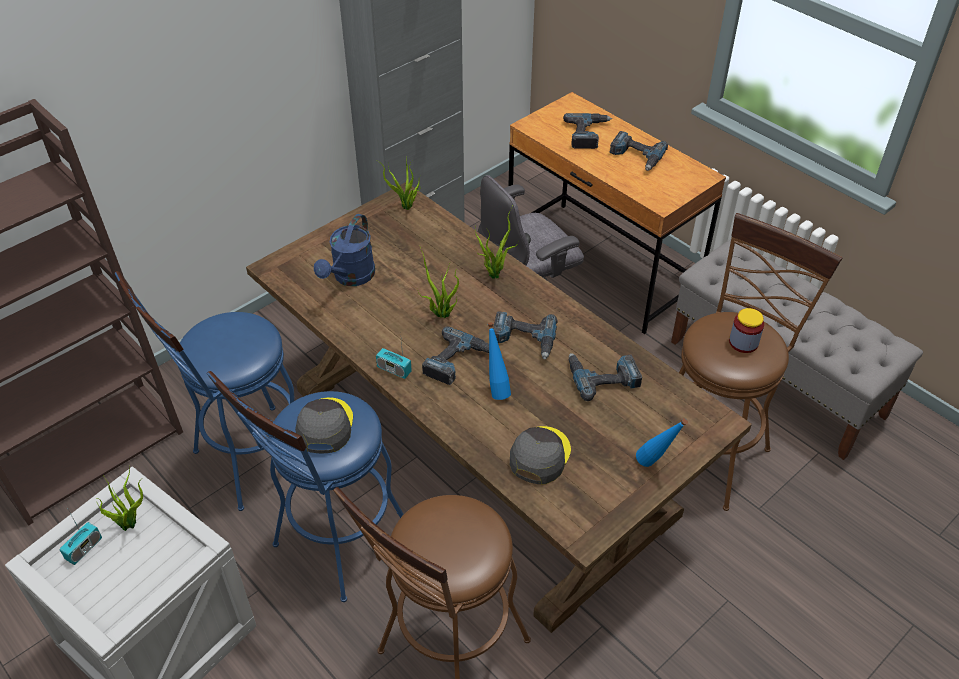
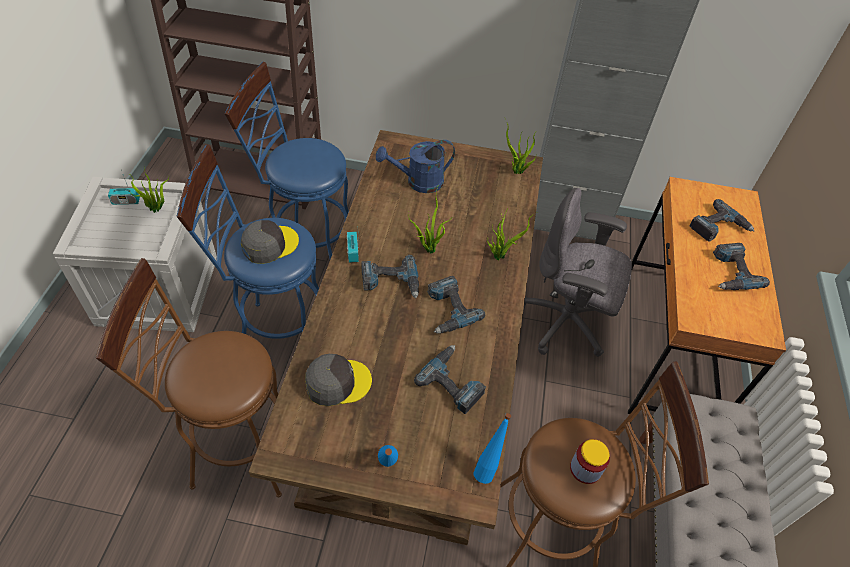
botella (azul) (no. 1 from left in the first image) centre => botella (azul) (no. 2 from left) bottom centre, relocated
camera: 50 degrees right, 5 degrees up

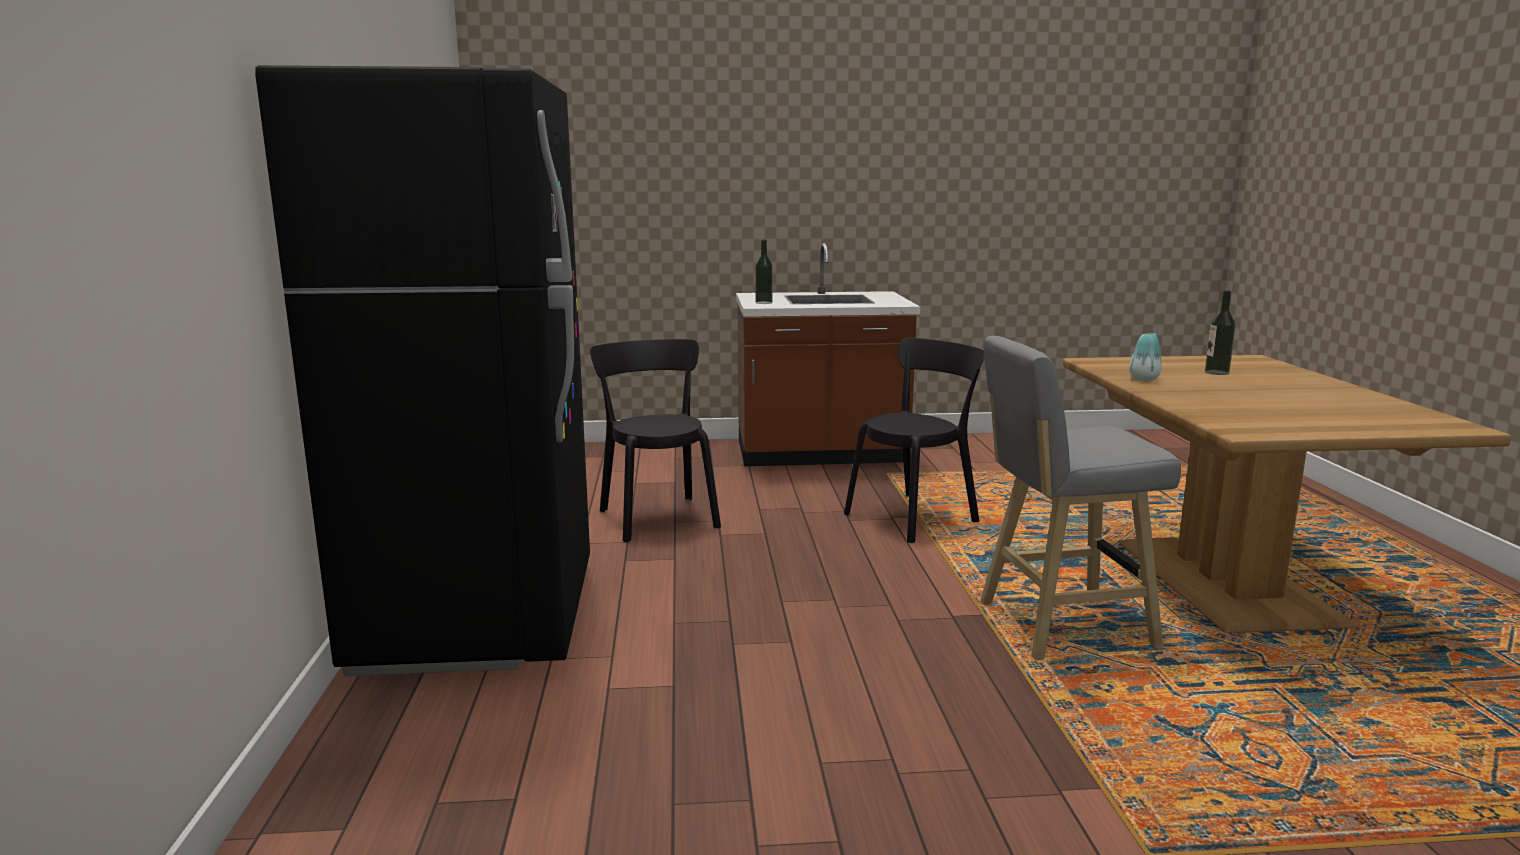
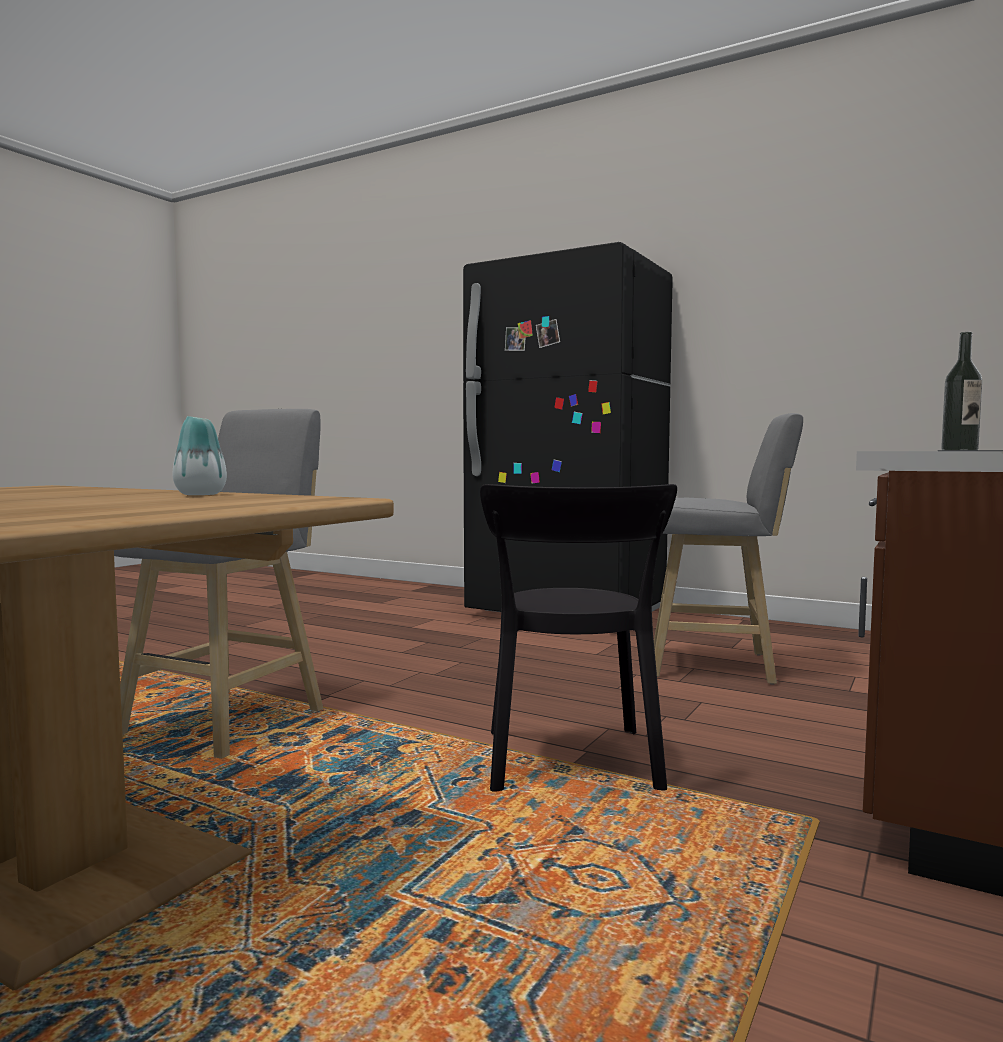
botella (no. 2 from left) middle right => nothing
silla (negro) (no. 1 from left) centre => taburete (gris) (no. 2 from left) middle right
camera: 125 degrees right, 10 degrees down

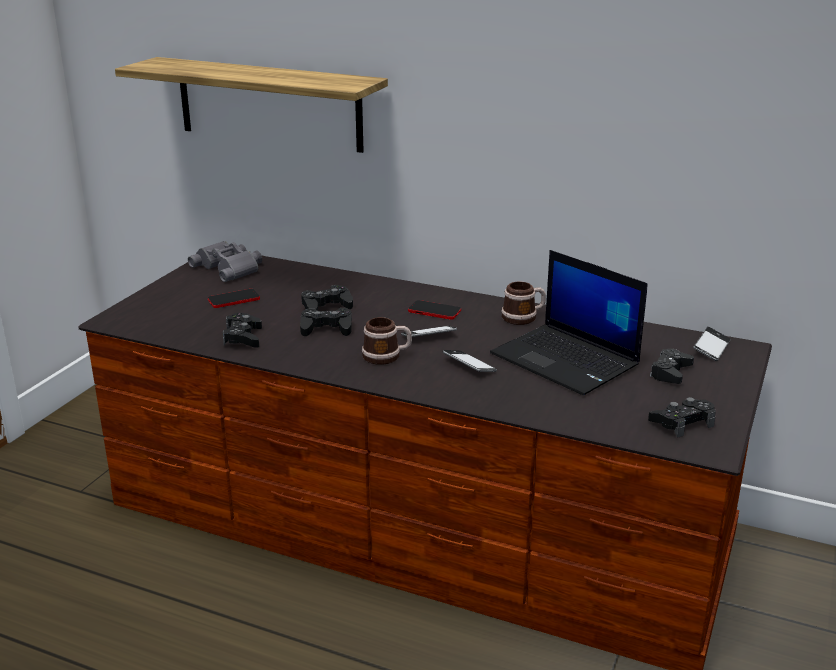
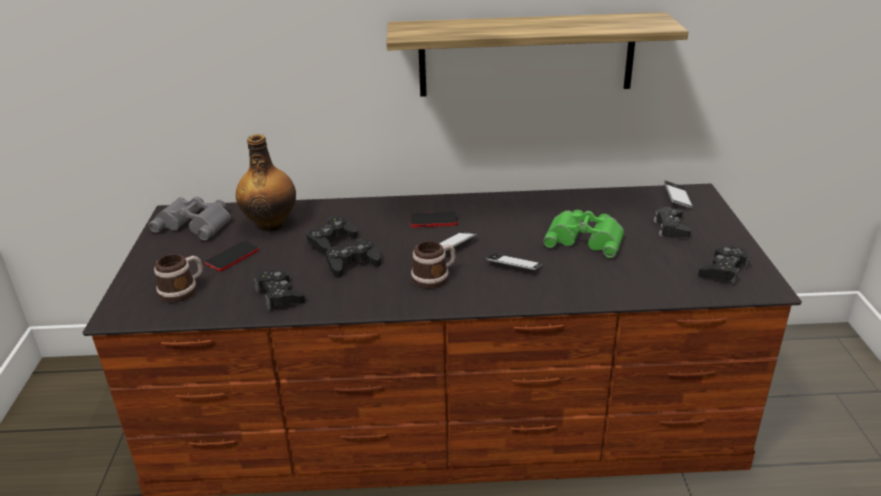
nothing => botella middle left
estante top left => estante top centre, relocated
taza grande (no. 2 from left in the first image) centre => taza grande (no. 1 from left) middle left, relocated
portátil middle right => prismáticos (verde) centre
camera: 25 degrees left, 5 degrees up

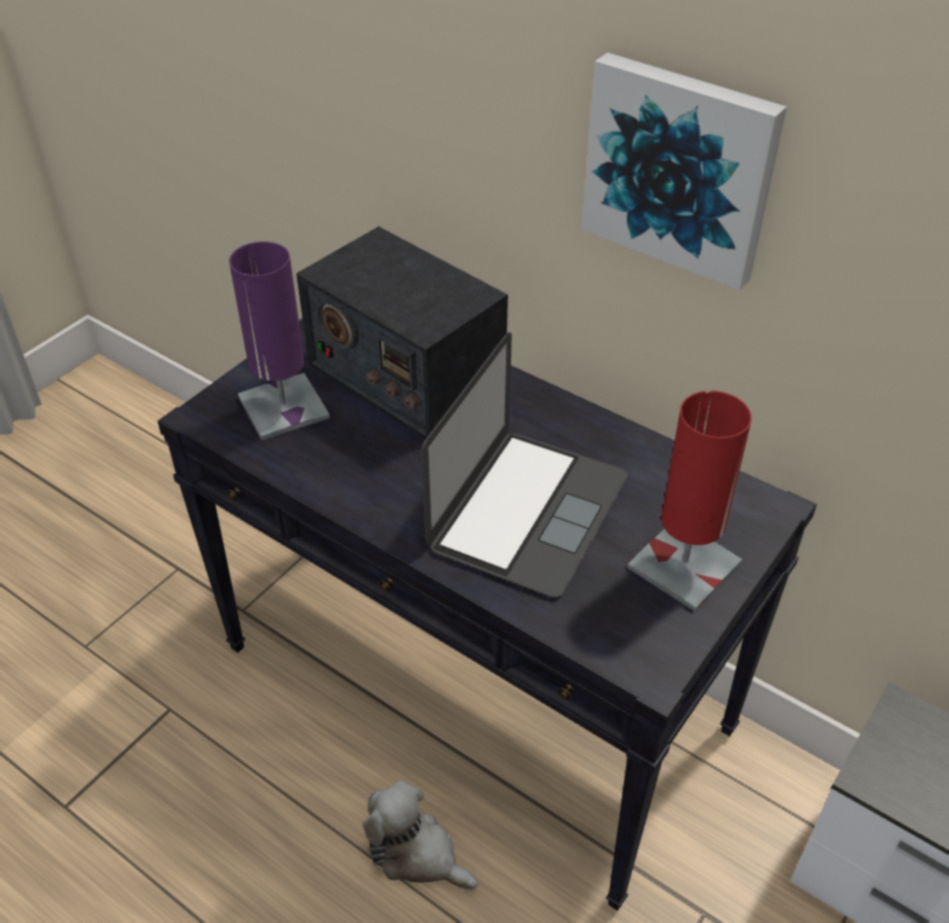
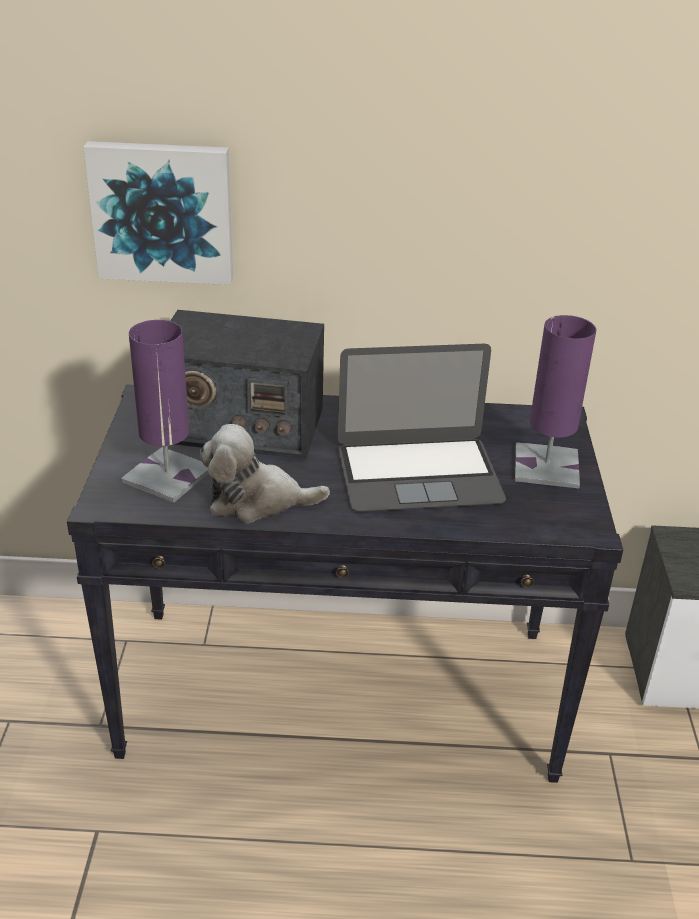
peluche bottom centre => peluche centre, relocated
cuadro top right => cuadro top left, relocated
lámpara de mesa (rojo) middle right => lámpara de mesa (morado) (no. 2 from left) middle right
portátil centre, 90 degrees clockwise
camera: 35 degrees left, 10 degrees down

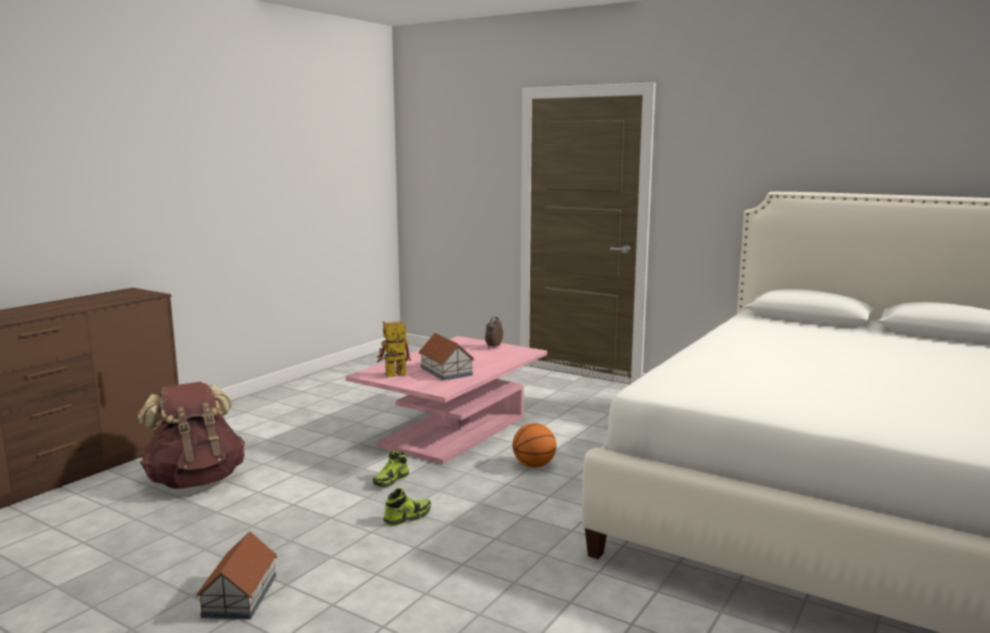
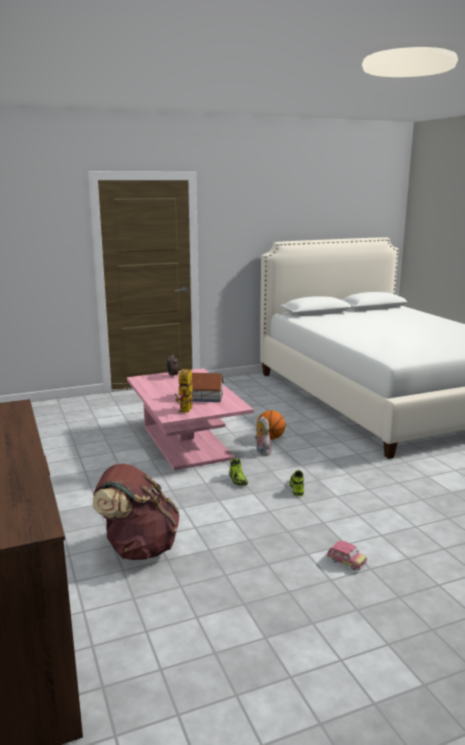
nothing => peluche centre
casita (no. 1 from left) bottom left => coche de juguete bottom right
camera: 55 degrees left, 5 degrees up

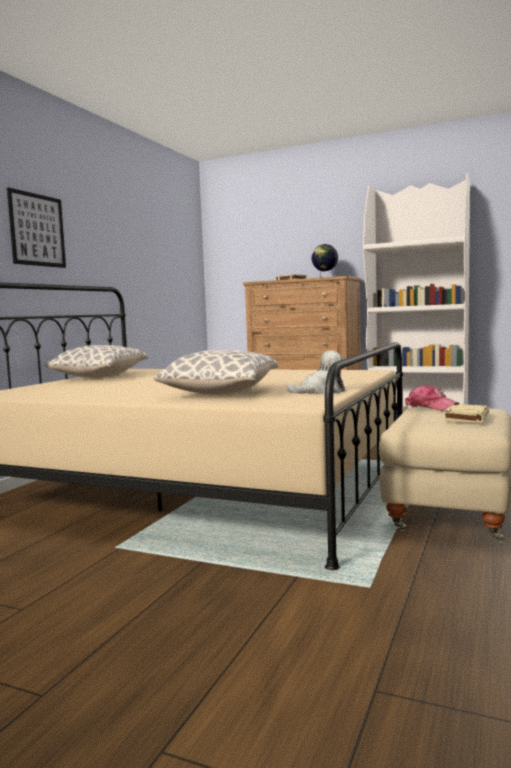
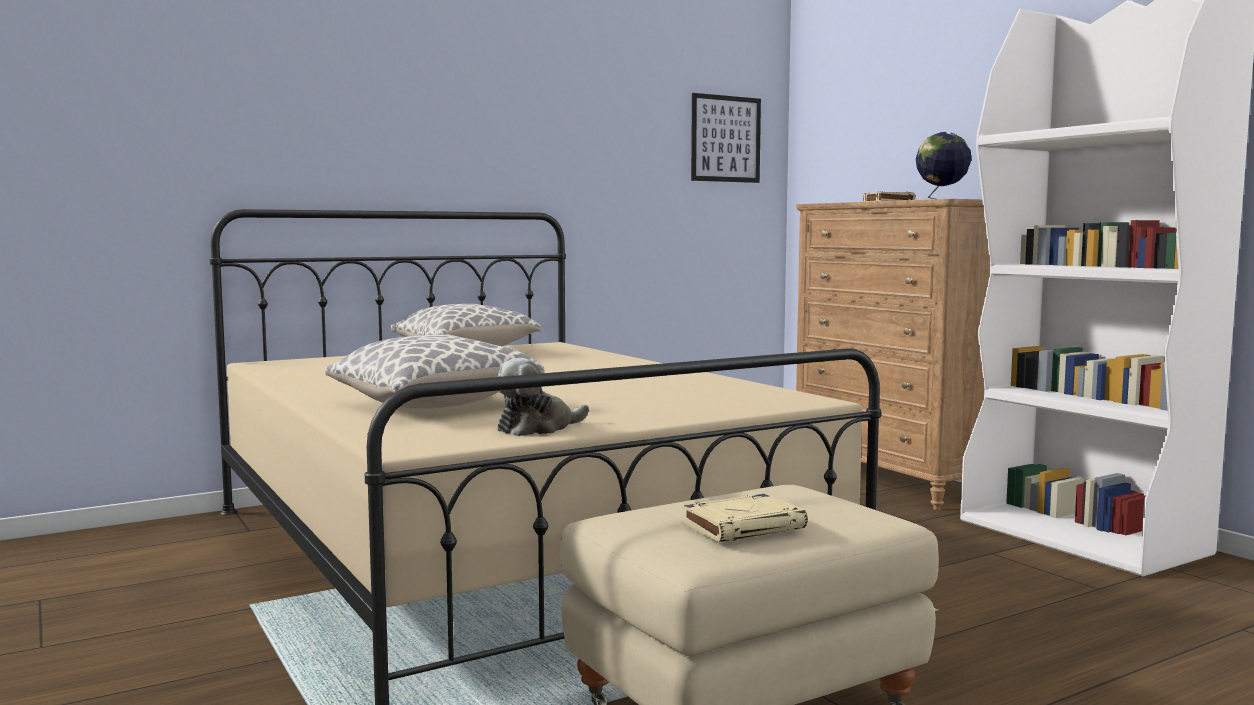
gorra middle right => nothing
cuadro top left => cuadro top centre, relocated
peluche centre, 120 degrees clockwise
camera: 35 degrees right, 0 degrees up

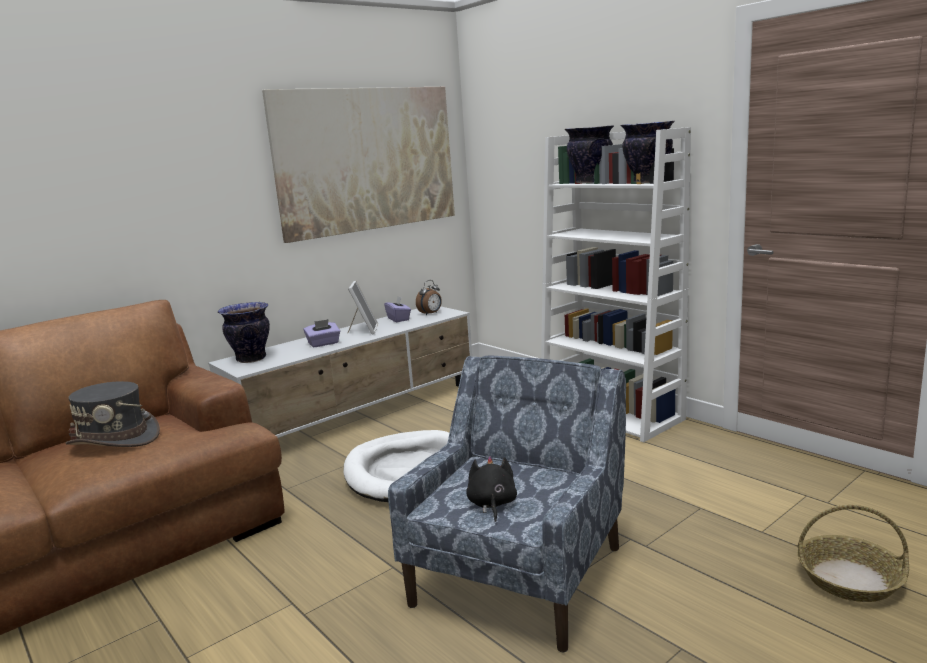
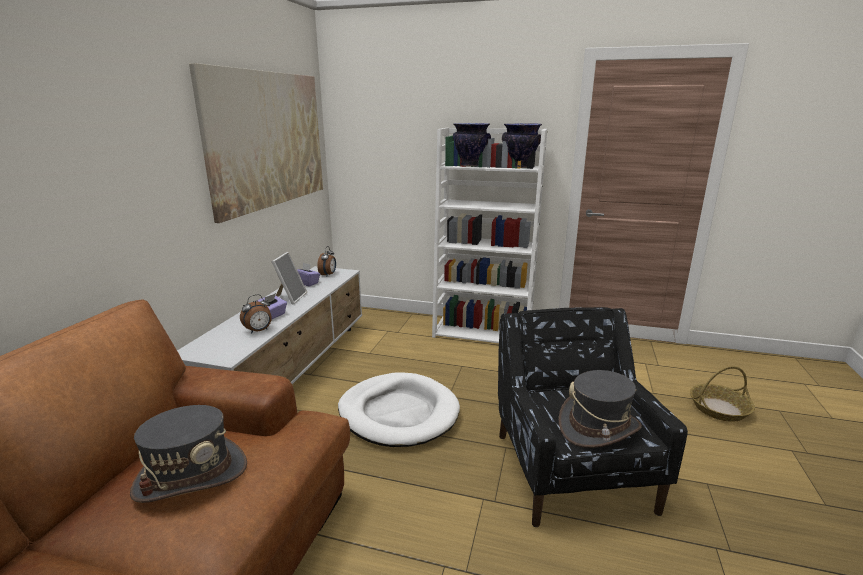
florero (no. 1 from left) middle left => nothing
nothing => despertador (no. 1 from left) middle left
peluche (negro) bottom centre => sombrero (gris) (no. 2 from left) bottom right
sillón (azul) bottom centre => sillón (negro) bottom right
portarretratos centre, 45 degrees clockwise
camera: 35 degrees left, 5 degrees up

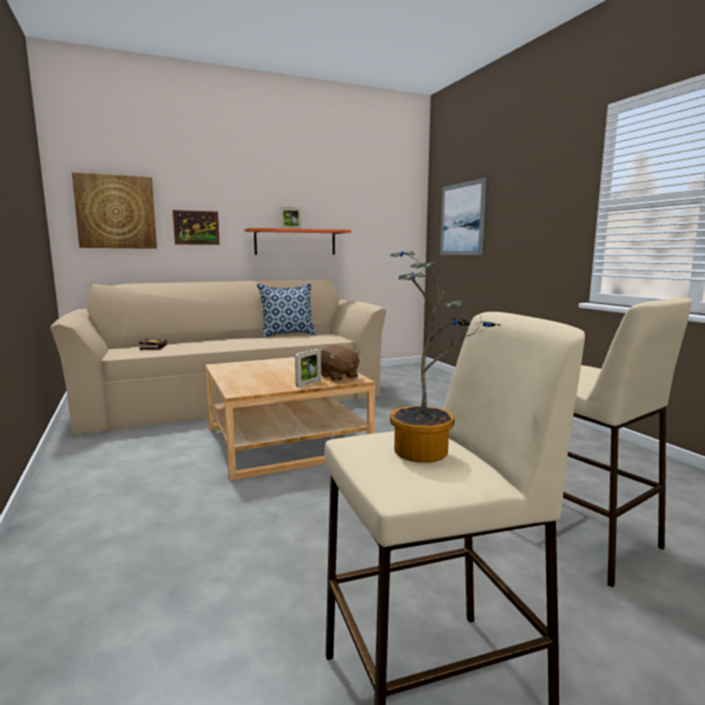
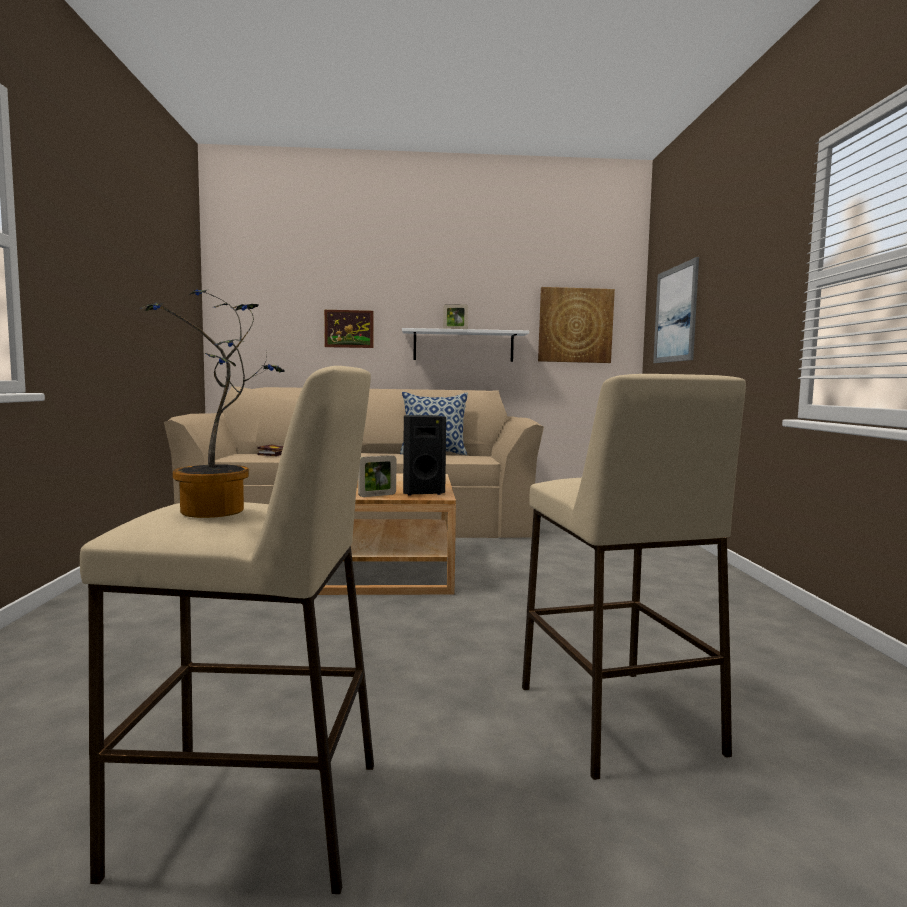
cuadro (no. 1 from left in the first image) top left => cuadro (no. 2 from left) centre, relocated
peluche (marrón) centre => altavoz (negro) centre
estante (naranja) centre => estante (blanco) centre
camera: 20 degrees right, 5 degrees down

